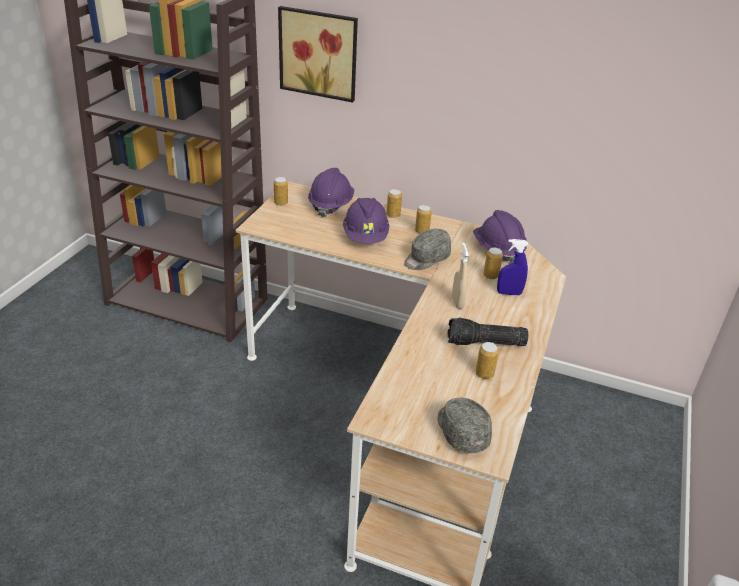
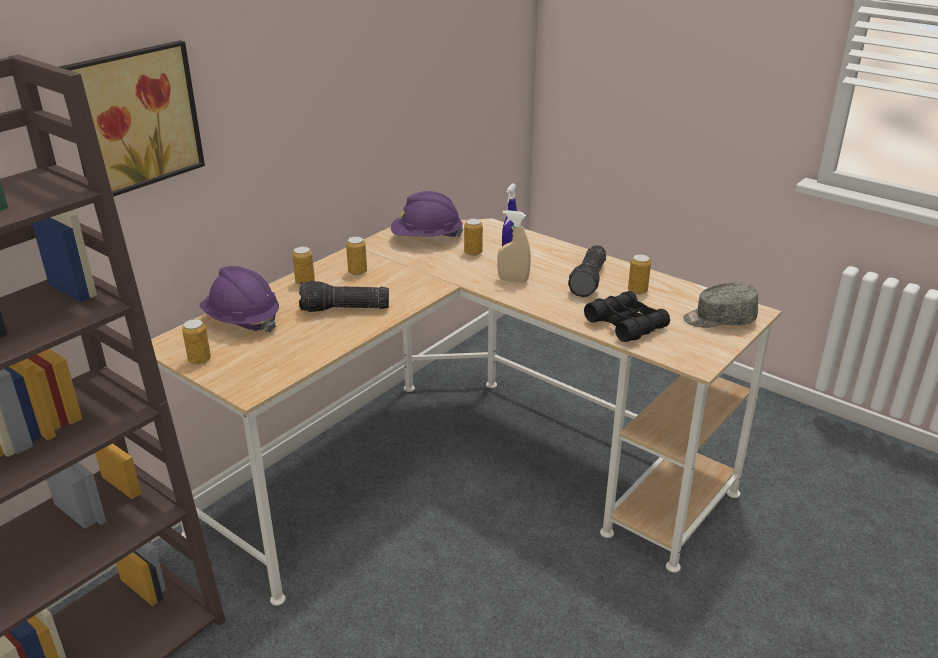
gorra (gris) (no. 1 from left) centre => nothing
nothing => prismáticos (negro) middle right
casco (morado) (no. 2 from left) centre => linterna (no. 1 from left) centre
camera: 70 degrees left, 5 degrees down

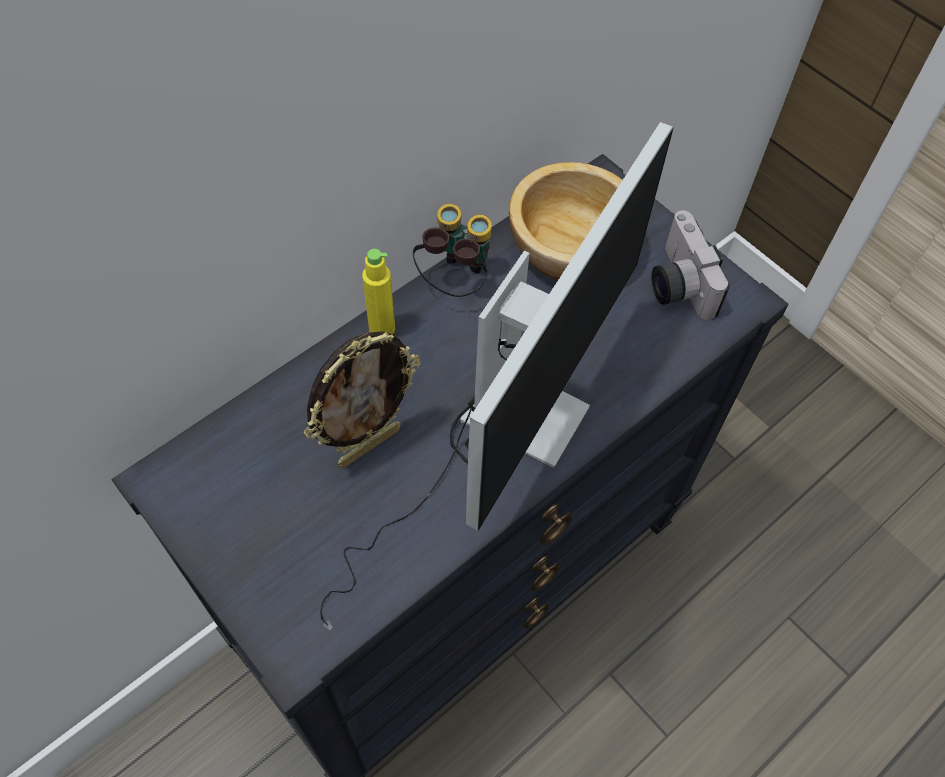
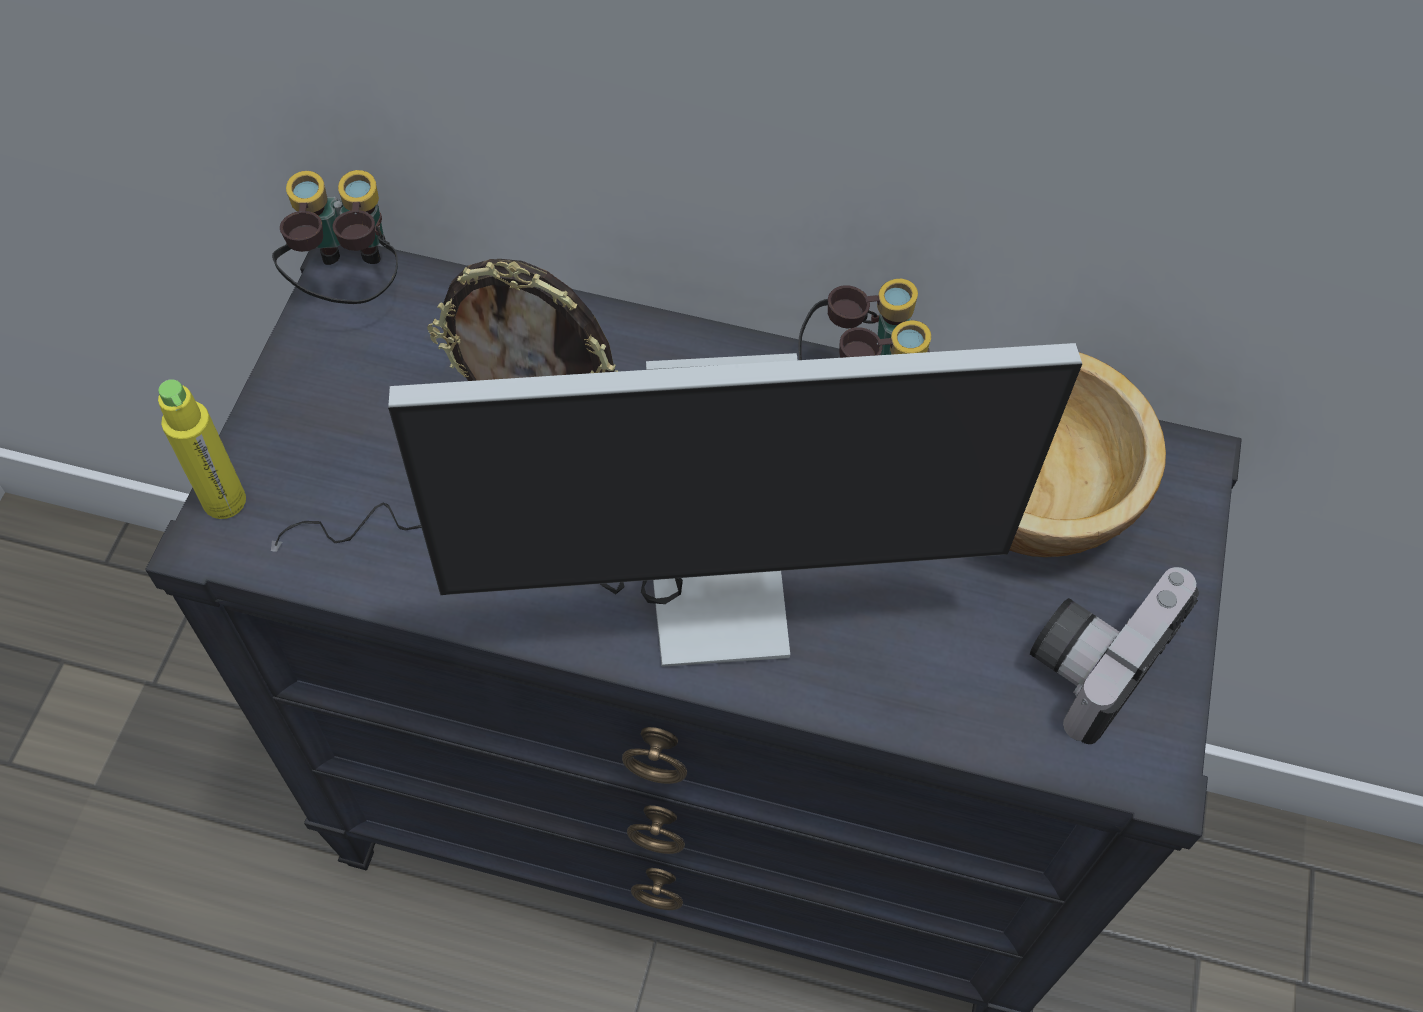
nothing => prismáticos (no. 1 from left) top left
botella (amarillo) centre => botella (amarillo) middle left, relocated
camera: 55 degrees right, 0 degrees up

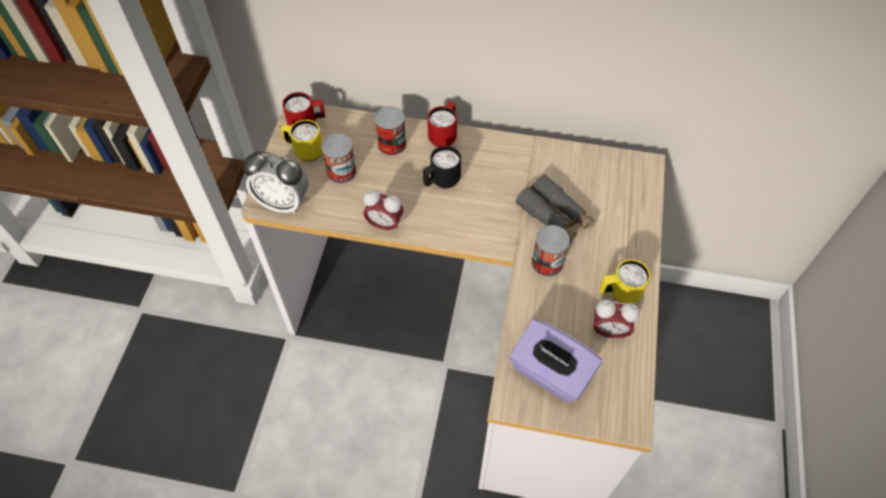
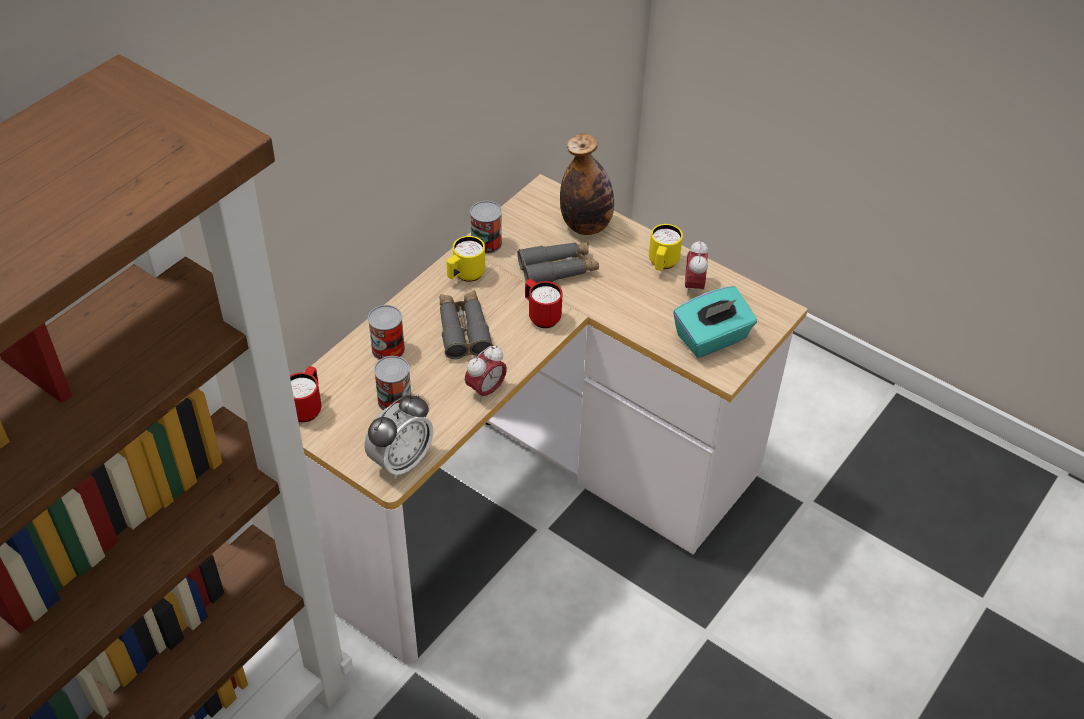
nothing => botella top centre
taza grande (amarillo) (no. 1 from left) top centre => taza grande (amarillo) (no. 1 from left) centre, relocated
taza grande (rojo) (no. 2 from left) top centre => taza grande (rojo) (no. 2 from left) centre, relocated
lata (no. 3 from left) centre => lata (no. 3 from left) top centre, relocated
taza grande (negro) centre => prismáticos (gris) (no. 1 from left) centre
caja de pañuelos (morado) bottom centre => caja de pañuelos (turquesa) centre
despertador (no. 3 from left) middle right => despertador (no. 3 from left) centre, 150 degrees clockwise
camera: 65 degrees left, 10 degrees down

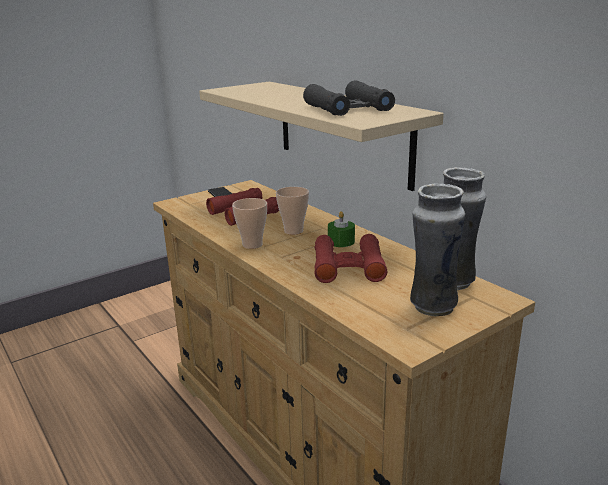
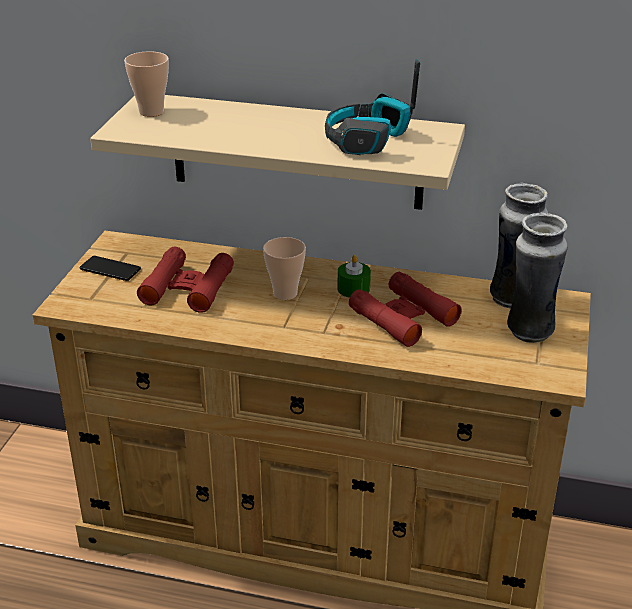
taza (no. 1 from left) centre => taza (no. 1 from left) top left, relocated
prismáticos (negro) top centre => auriculares top centre
camera: 40 degrees left, 10 degrees up

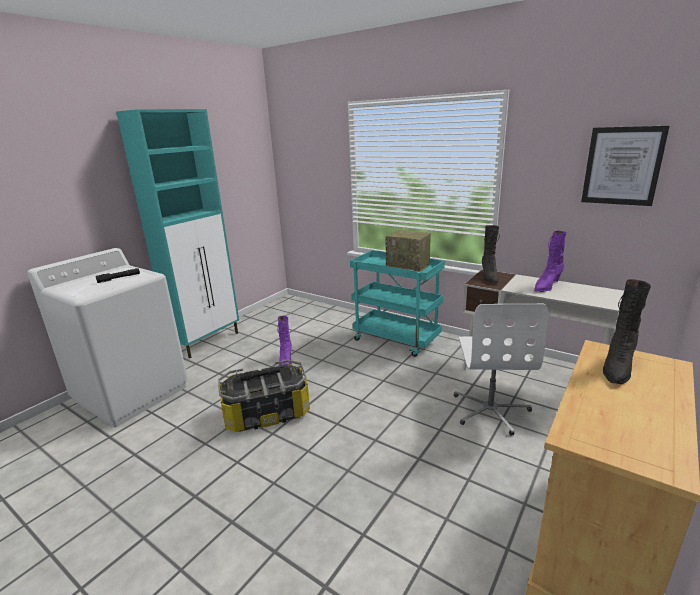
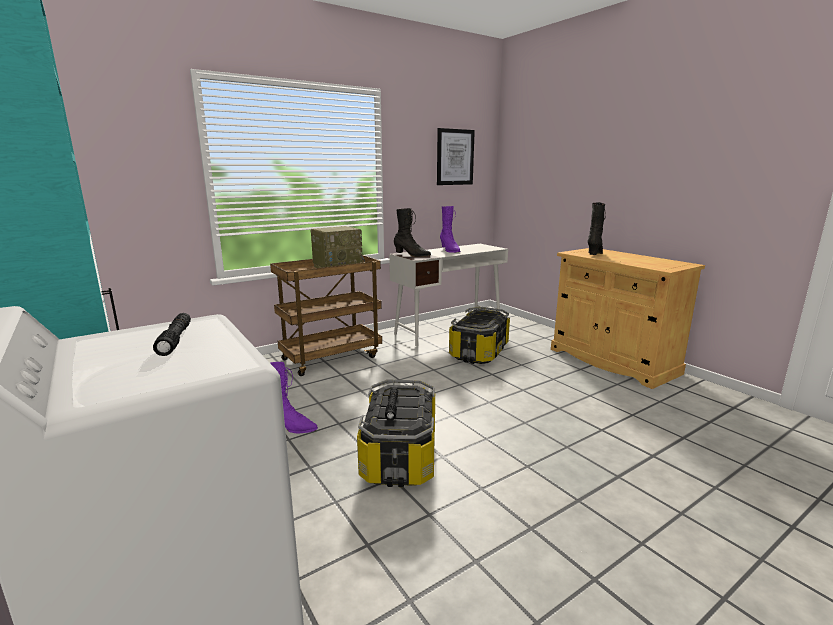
silla de oficina (blanco) middle right => caja de almacenaje (no. 2 from left) centre
carrito (turquesa) centre => carrito (marrón) centre
bota (negro) (no. 2 from left) middle right, 120 degrees counterclockwise
camera: 70 degrees left, 5 degrees down

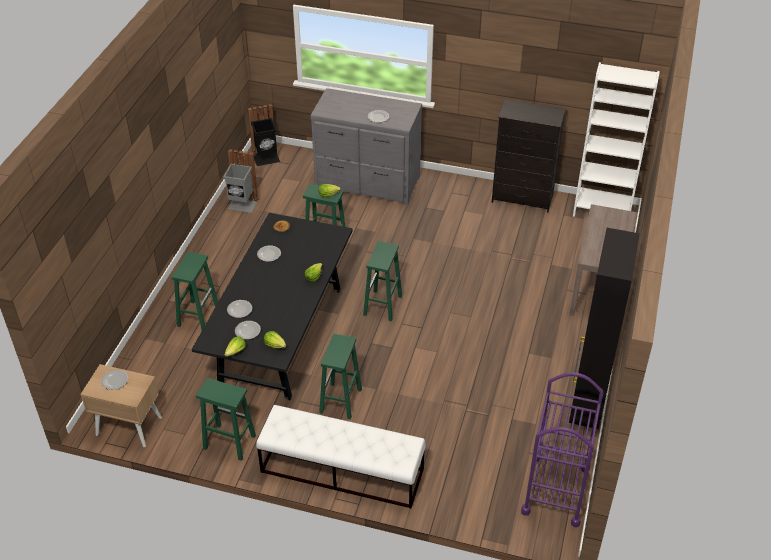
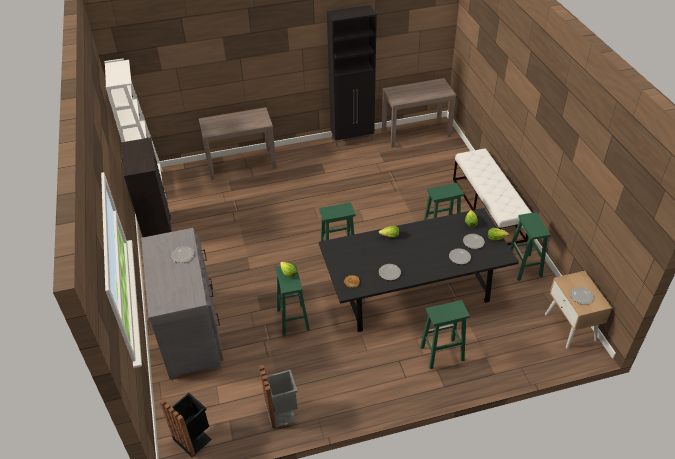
carrito (morado) bottom right => mesa consola (marrón) (no. 2 from left) top centre
camera: 120 degrees left, 0 degrees up

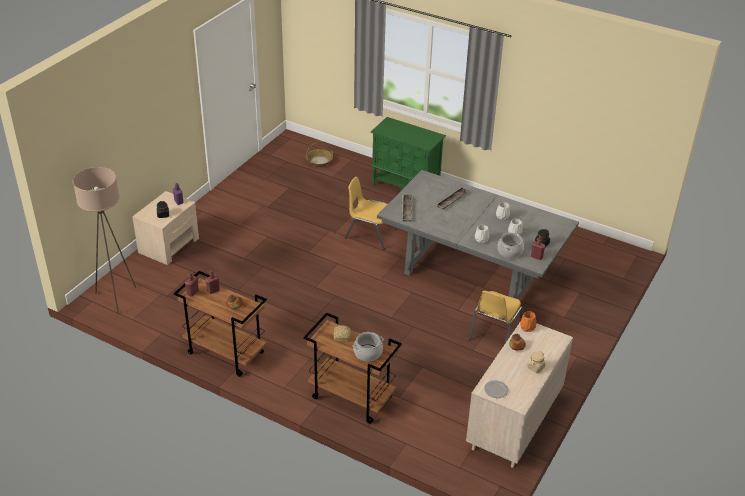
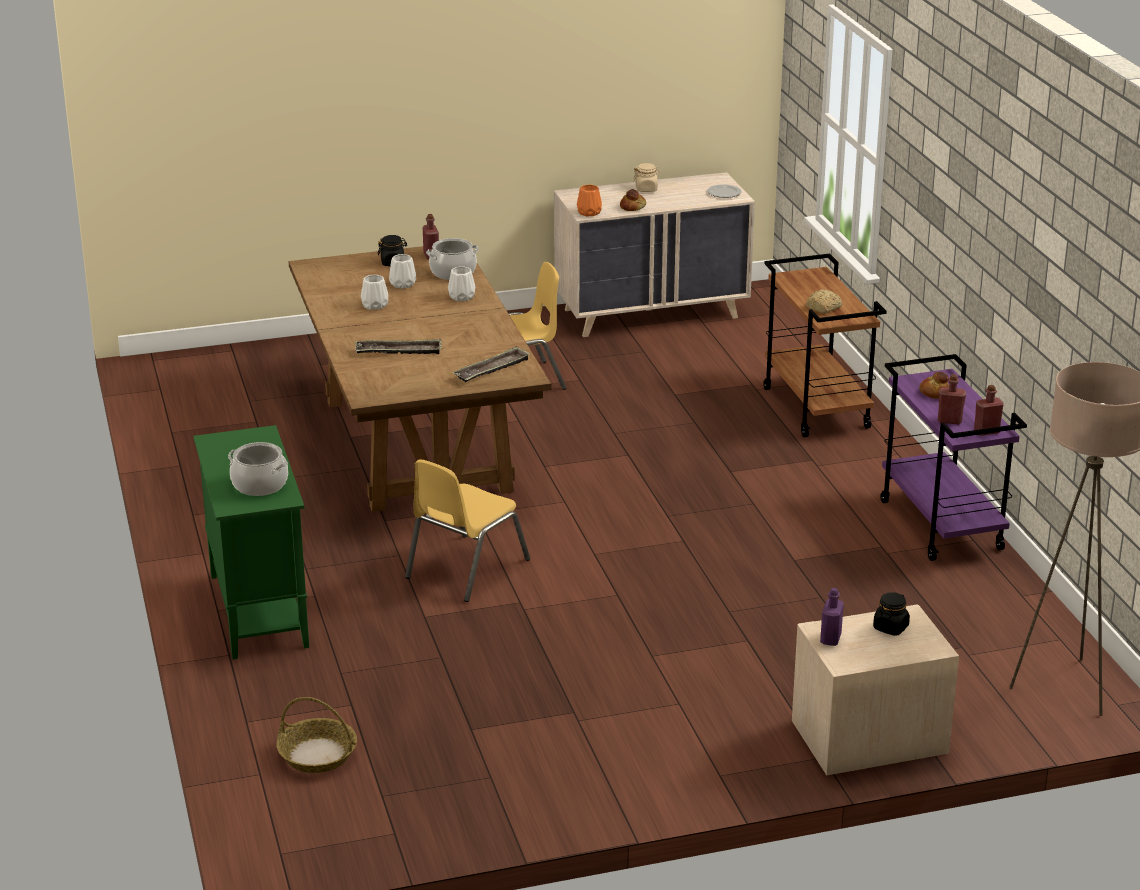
olla (no. 1 from left) bottom centre => olla (no. 1 from left) middle left, relocated
carrito (marrón) (no. 1 from left) middle left => carrito (morado) middle right
mesa de comedor (gris) centre => mesa de comedor (marrón) centre
silla (amarillo) (no. 1 from left) centre, 60 degrees clockwise
camera: 135 degrees left, 10 degrees down

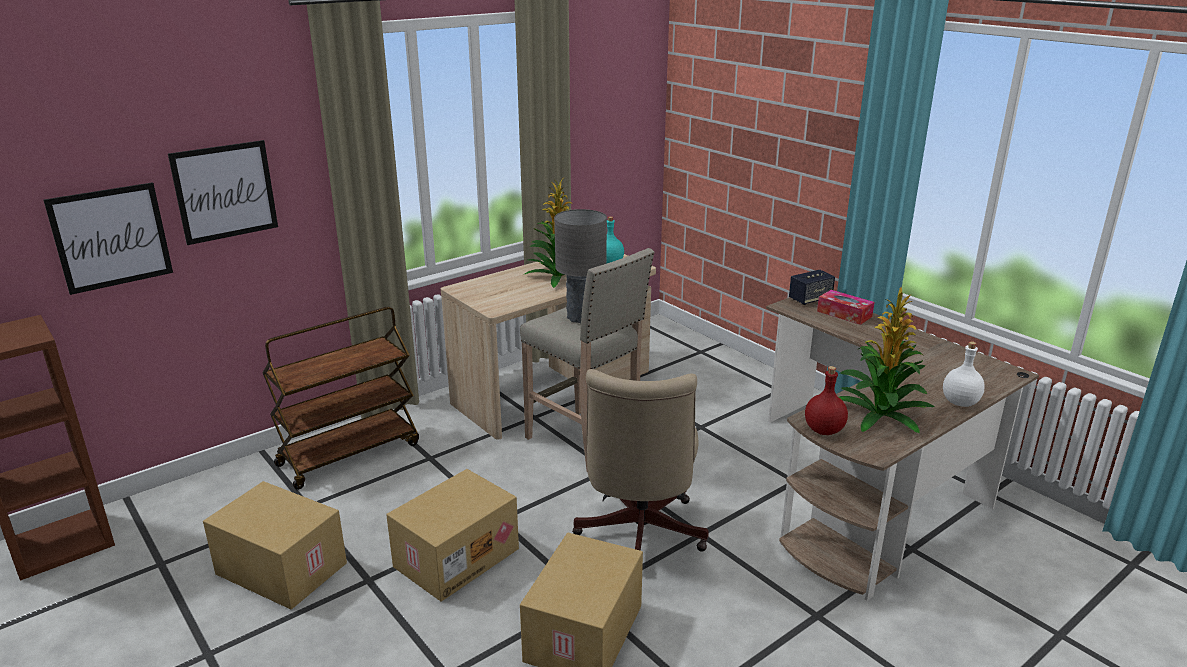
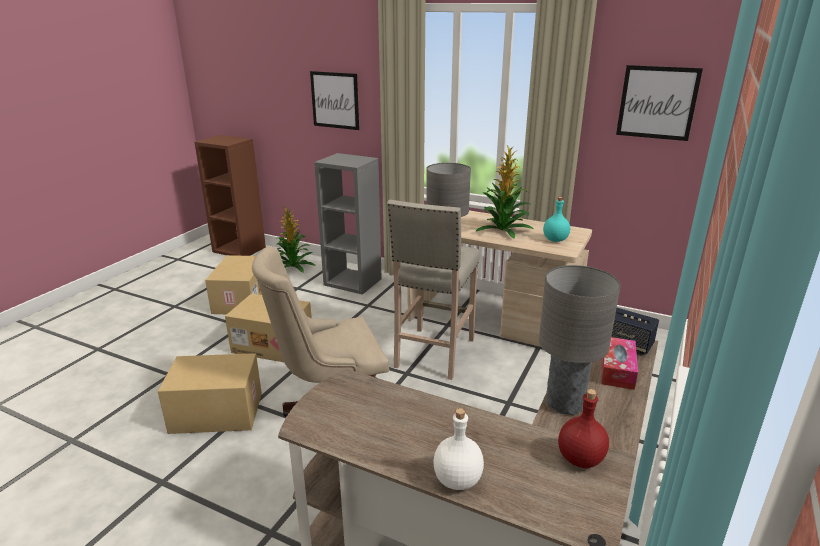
nothing => lámpara de mesa (gris) (no. 2 from left) middle right
cuadro (no. 1 from left in the first image) middle left => cuadro (no. 2 from left) top right, relocated
botella (rojo) middle right => botella (rojo) bottom right, relocated
planta en maceta (no. 2 from left in the first image) middle right => planta en maceta (no. 1 from left) centre, relocated
carrito (marrón) middle left => estantería (gris) centre
camera: 65 degrees right, 0 degrees up

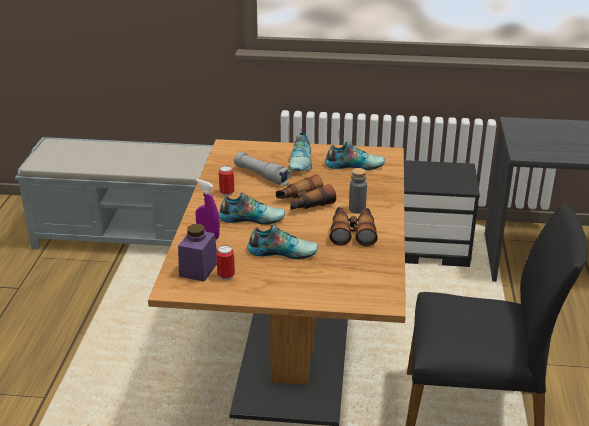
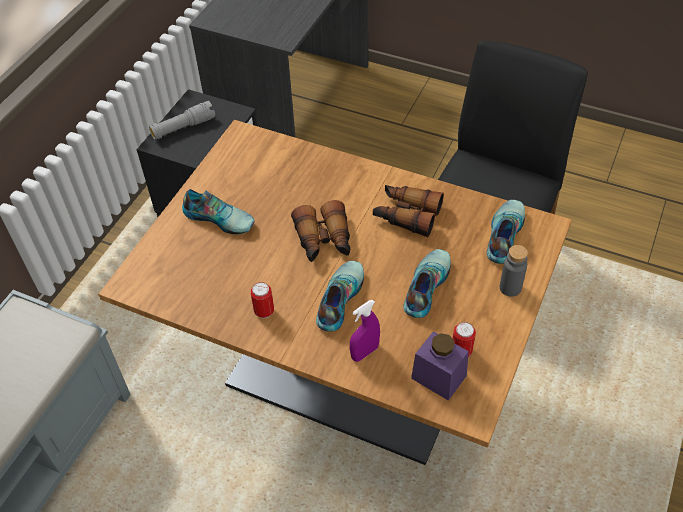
linterna (gris) centre => linterna (gris) top left, relocated
zapato (no. 4 from left) centre => zapato (no. 4 from left) middle right, relocated
botella (gris) centre => botella (gris) middle right, relocated
camera: 70 degrees left, 20 degrees up

